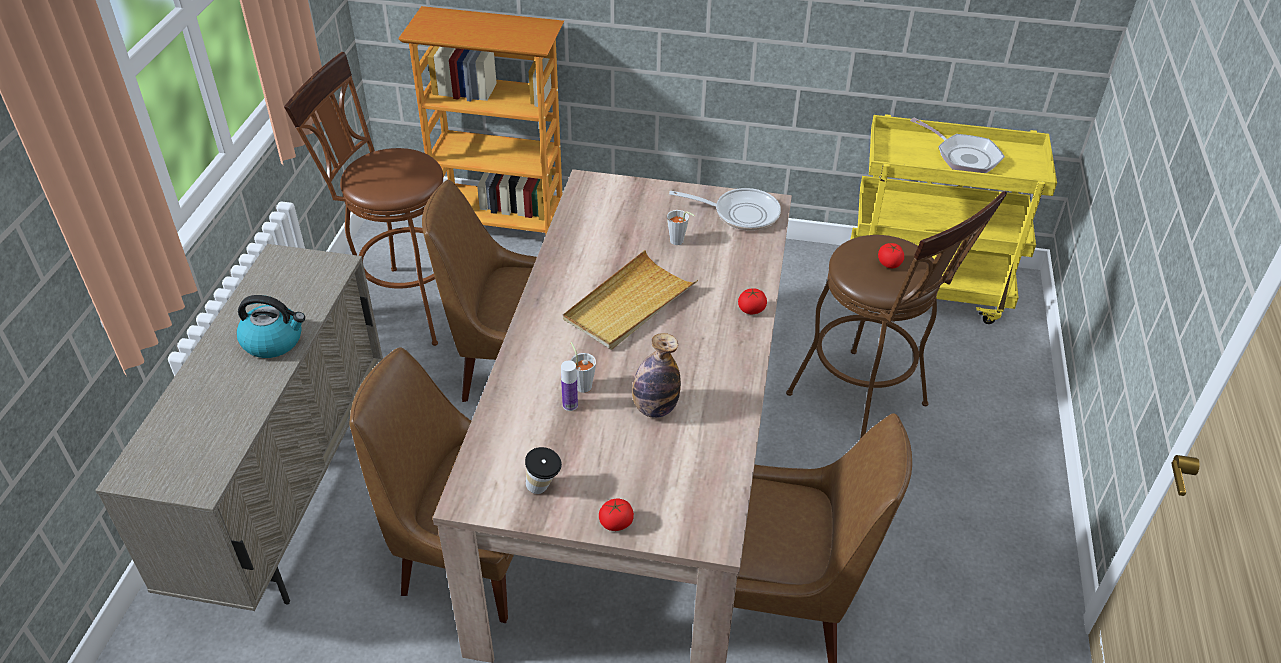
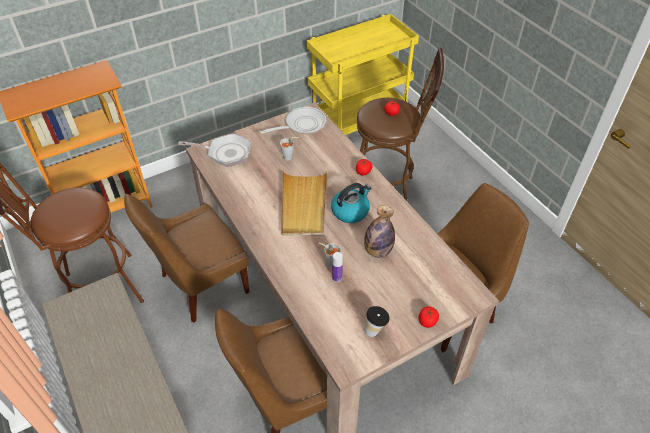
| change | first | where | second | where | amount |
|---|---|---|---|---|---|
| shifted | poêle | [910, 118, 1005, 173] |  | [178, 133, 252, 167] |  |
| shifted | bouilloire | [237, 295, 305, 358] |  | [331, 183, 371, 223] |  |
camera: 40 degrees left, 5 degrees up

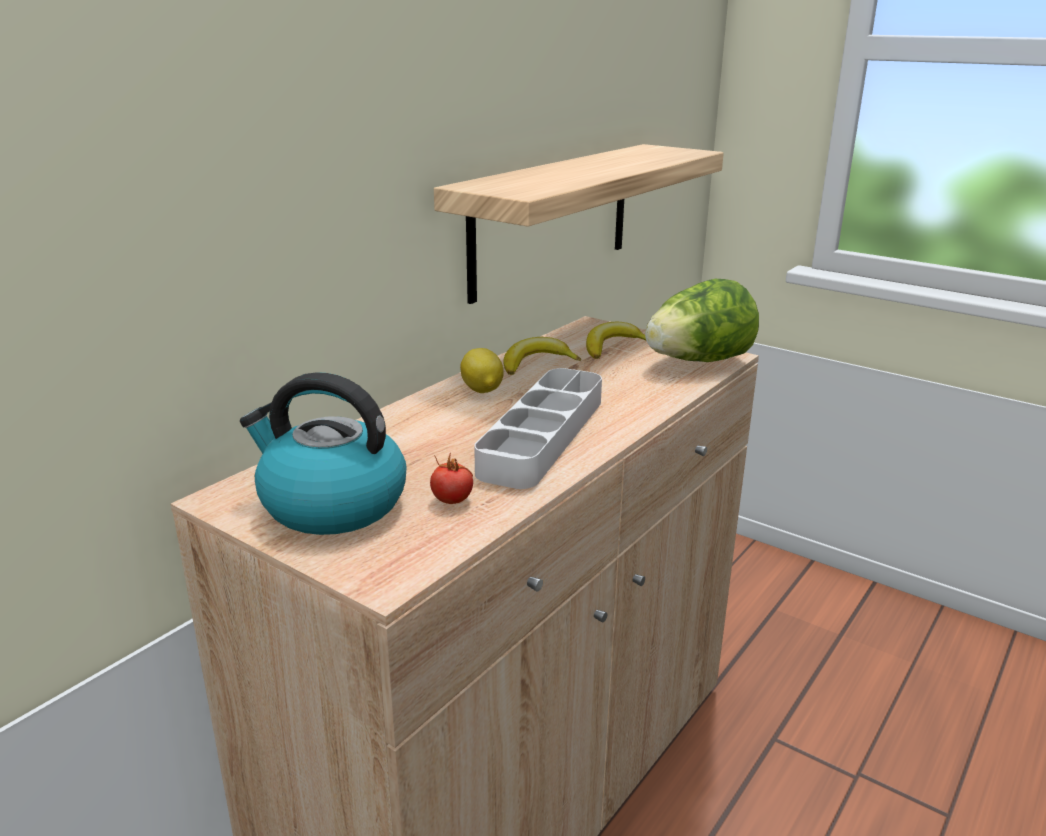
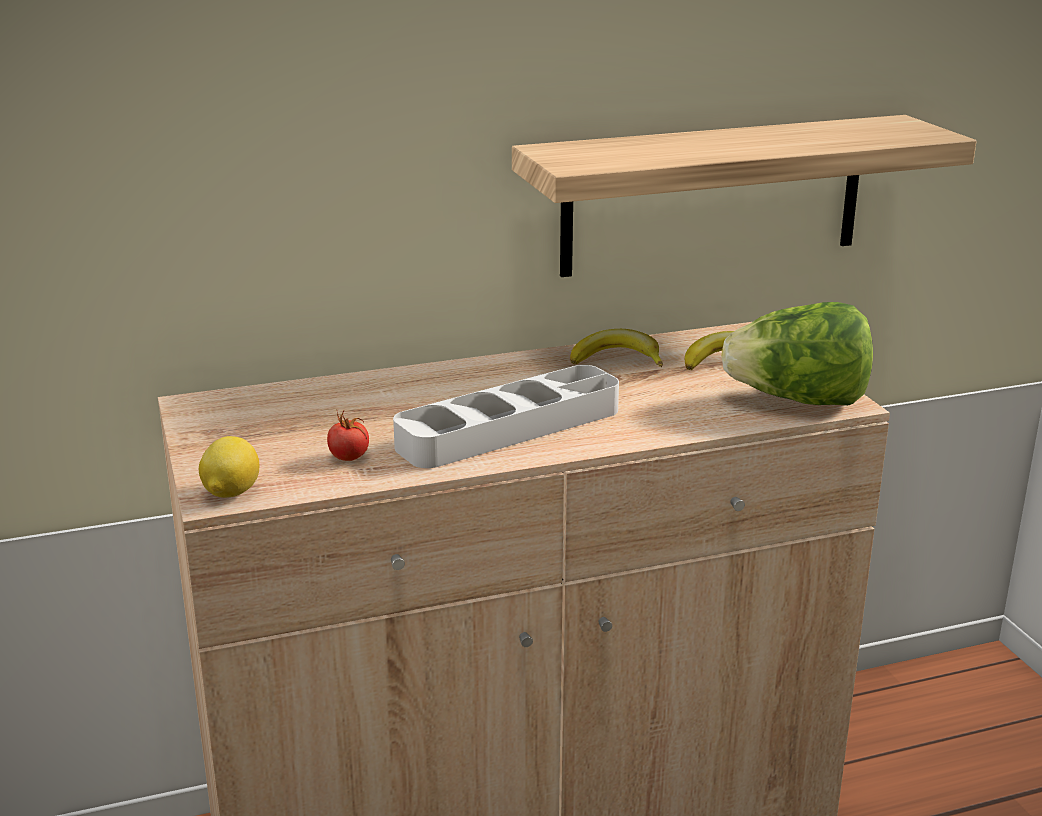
| change | first | where | second | where | amount |
|---|---|---|---|---|---|
| shifted | citron | [460, 348, 504, 393] |  | [199, 436, 259, 498] |  |
| gone | bouilloire | [240, 372, 406, 535] |  |  |  |
camera: 35 degrees right, 0 degrees up

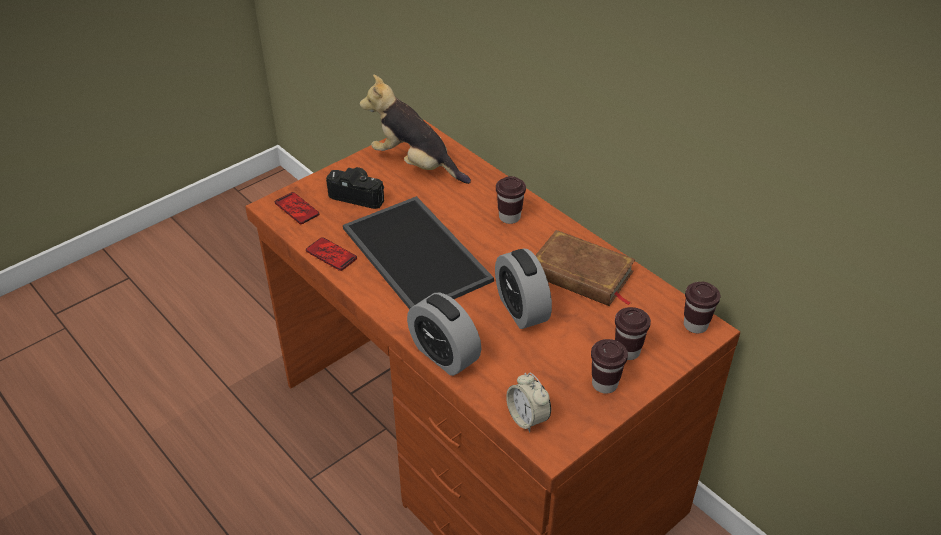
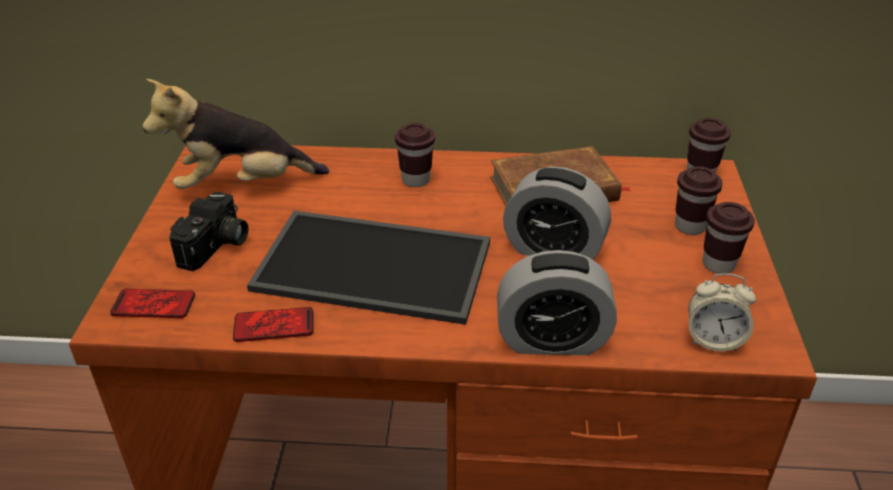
| change | first | where | second | where | amount |
|---|---|---|---|---|---|
| rotated | appareil photo | [326, 167, 384, 209] |  | [170, 192, 248, 271] | 135 degrees clockwise |
camera: 45 degrees left, 5 degrees down

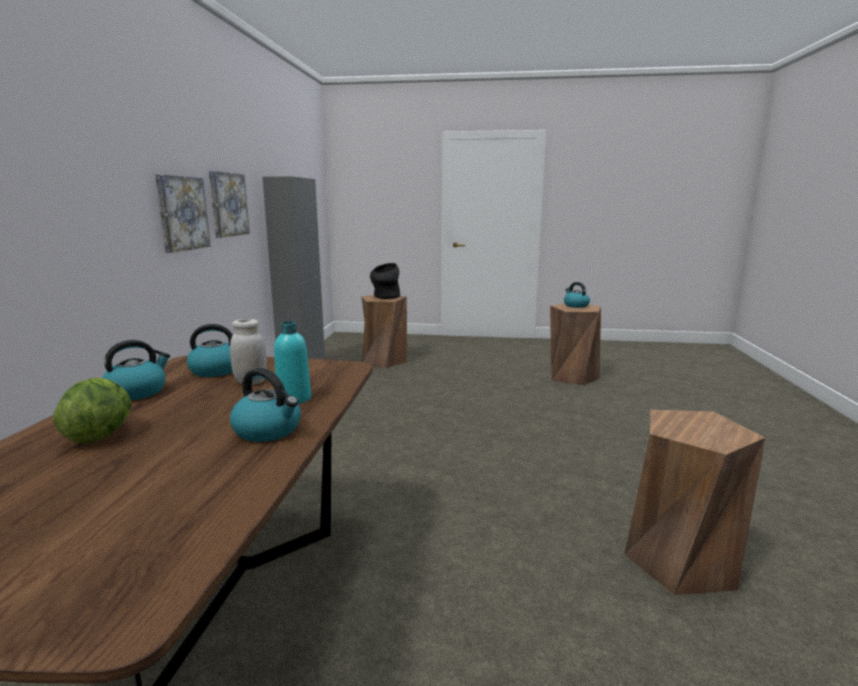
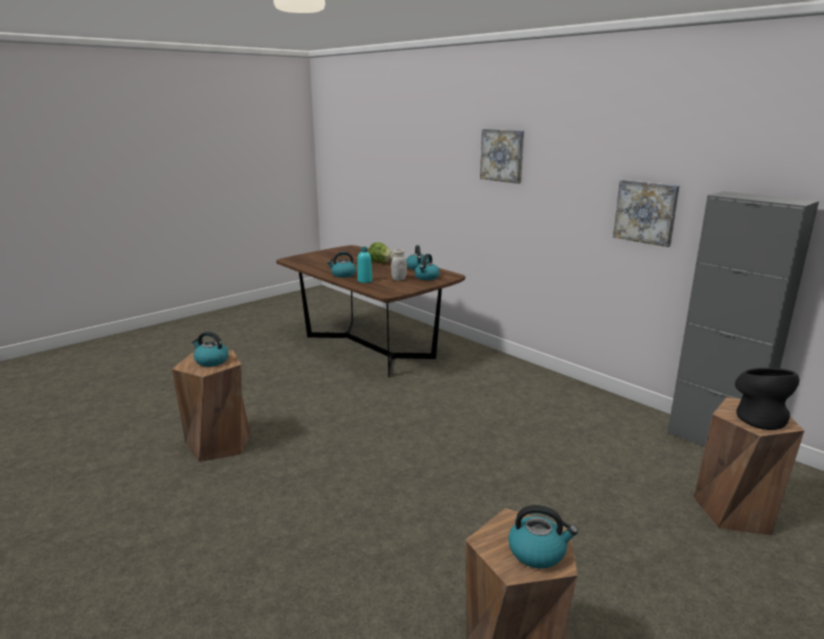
| change | first | where | second | where | amount |
|---|---|---|---|---|---|
| new |  |  | bouilloire | [192, 331, 229, 367] |  |
| shifted | tableau | [155, 175, 211, 253] |  | [480, 129, 524, 184] |  |
camera: 130 degrees right, 5 degrees up

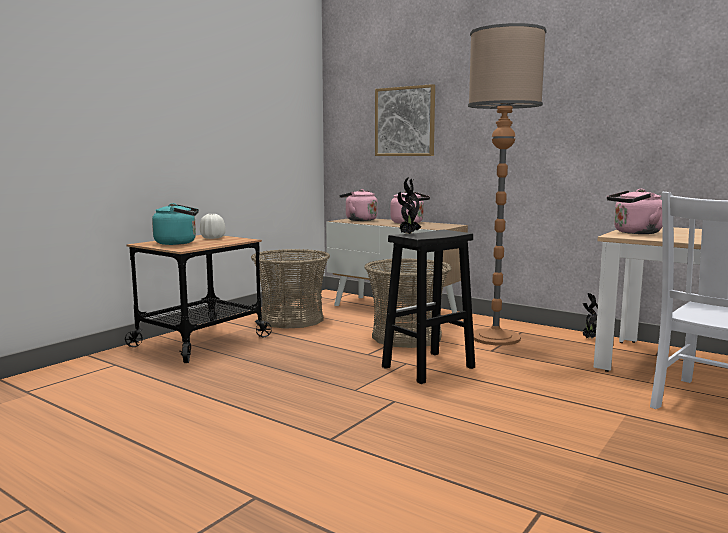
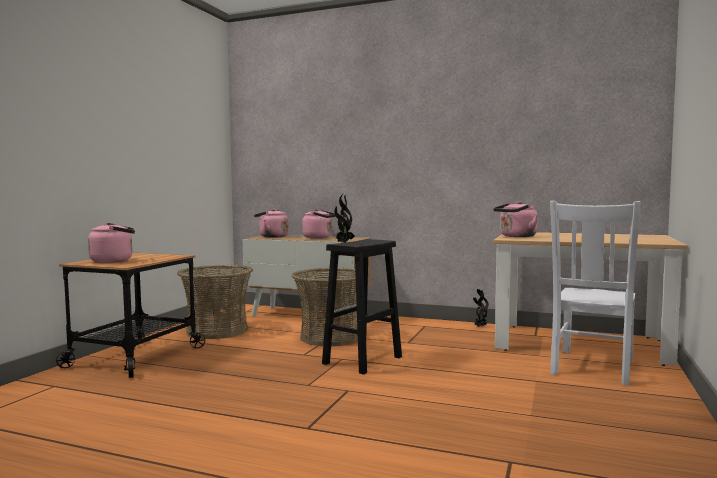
| change | first | where | second | where | amount |
|---|---|---|---|---|---|
| repainted | bouilloire (turquoise) | [152, 203, 199, 245] | bouilloire (rose) | [88, 222, 135, 263] |  |
| gone | vase (blanc) | [200, 214, 226, 239] |  |  |  |
| gone | tableau | [375, 84, 435, 156] |  |  |  |
| gone | lampadaire | [468, 23, 547, 345] |  |  |  |
camera: 15 degrees left, 5 degrees down

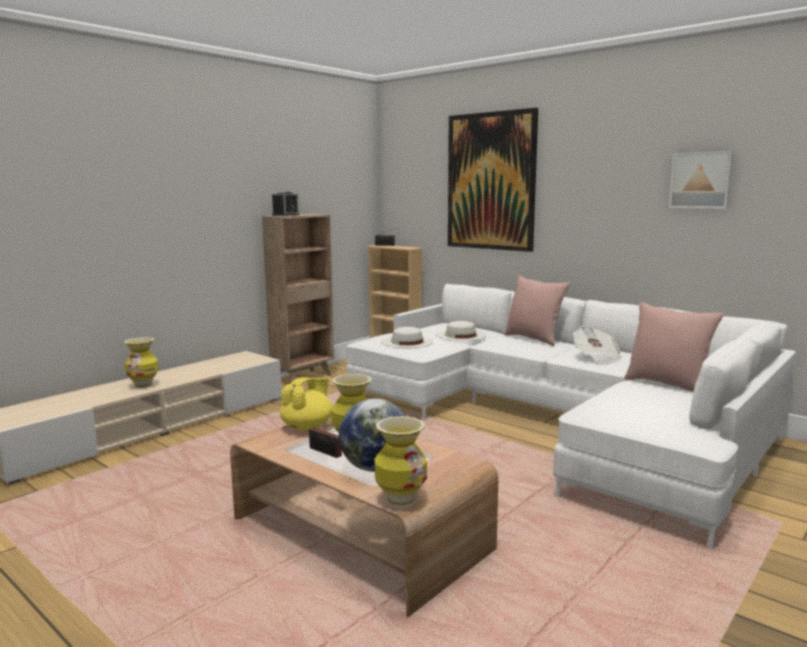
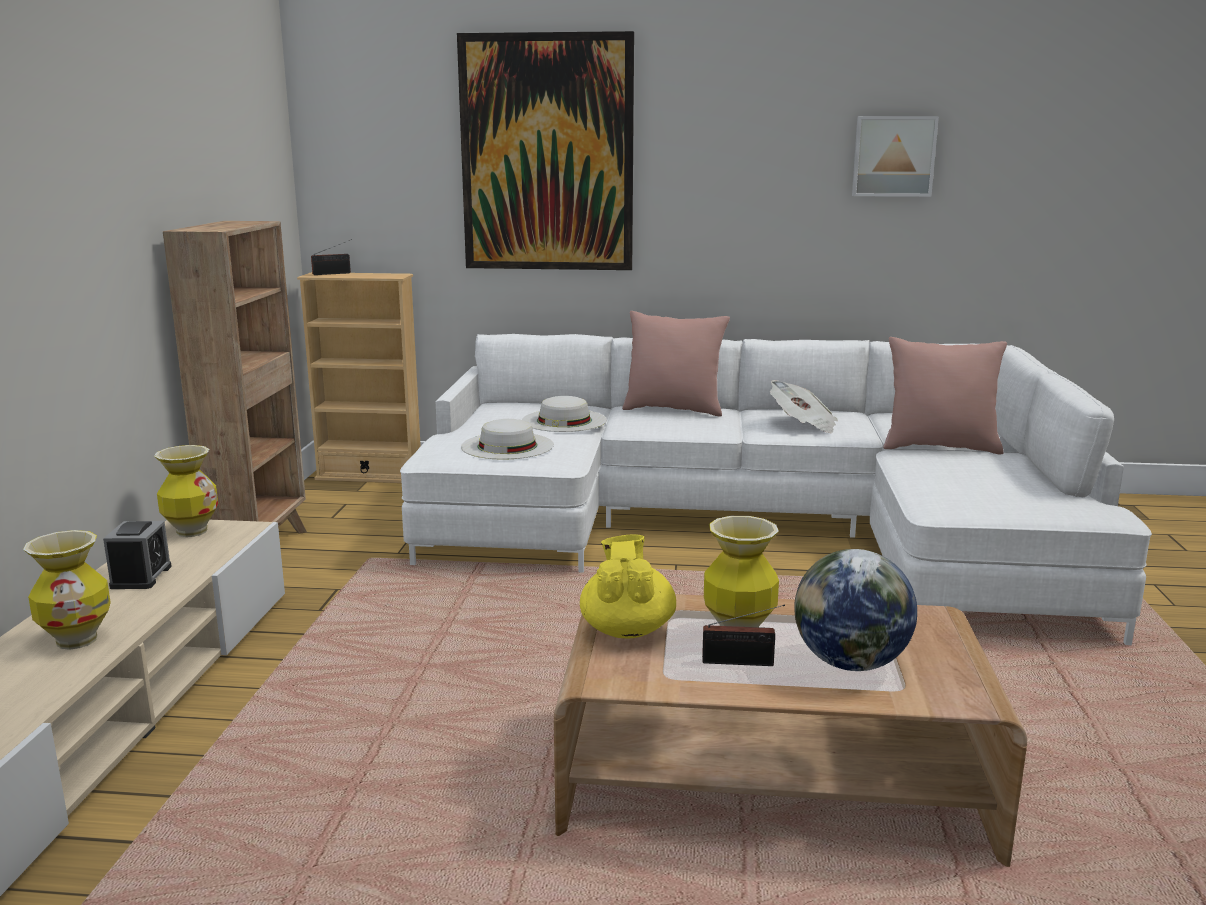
| change | first | where | second | where | amount |
|---|---|---|---|---|---|
| shifted | réveil | [272, 192, 300, 216] |  | [103, 521, 172, 589] |  |
| shifted | vase | [375, 416, 427, 506] |  | [154, 445, 218, 537] |  |
camera: 35 degrees left, 5 degrees up

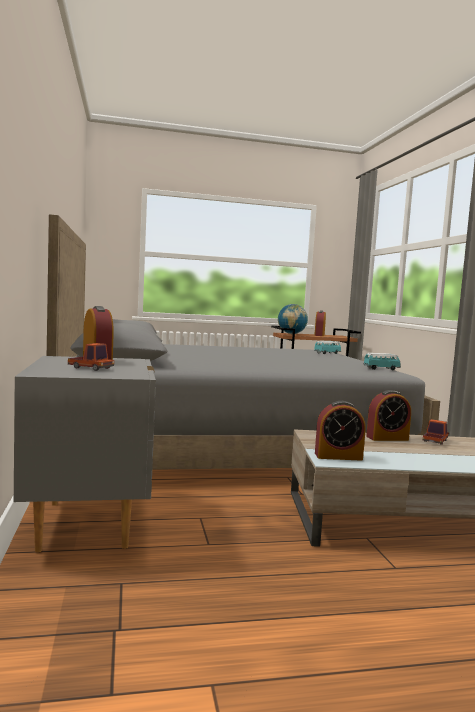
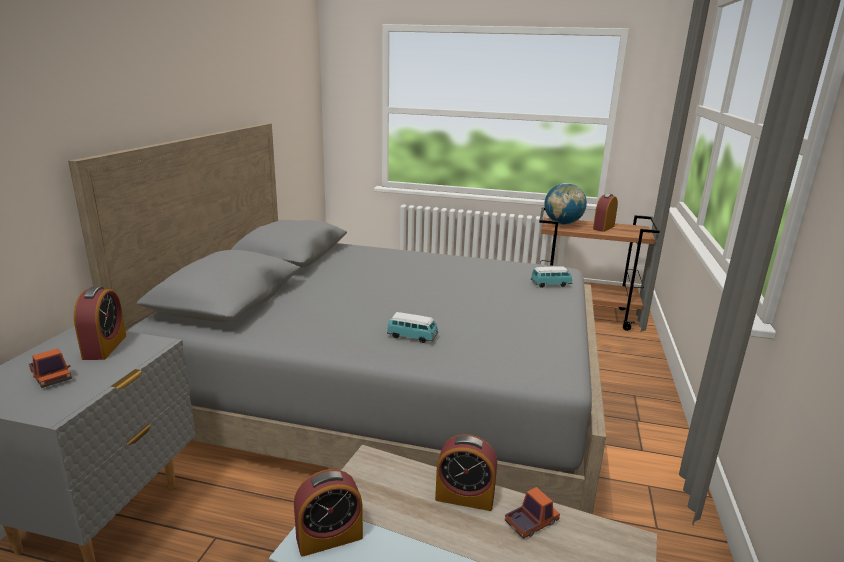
| change | first | where | second | where | amount |
|---|---|---|---|---|---|
| rotated | réveil | [315, 401, 366, 461] |  | [294, 469, 363, 557] | 45 degrees counterclockwise |
| shifted | petite voiture | [363, 353, 401, 370] |  | [387, 312, 438, 343] |  |
camera: 25 degrees right, 15 degrees up

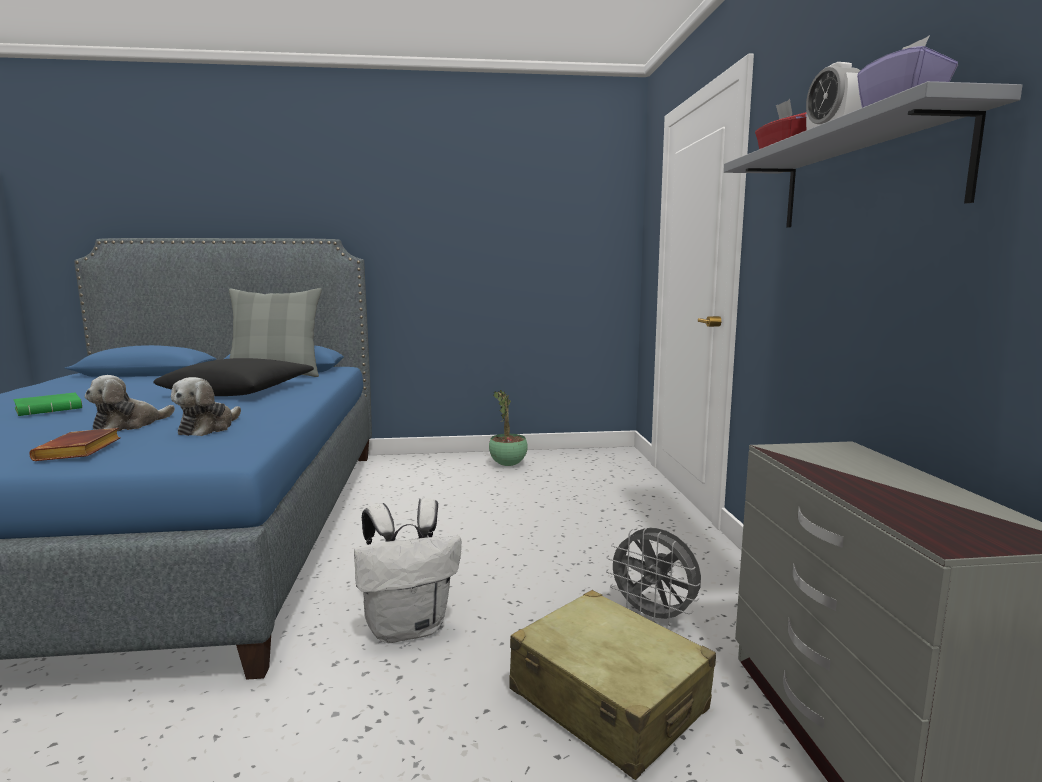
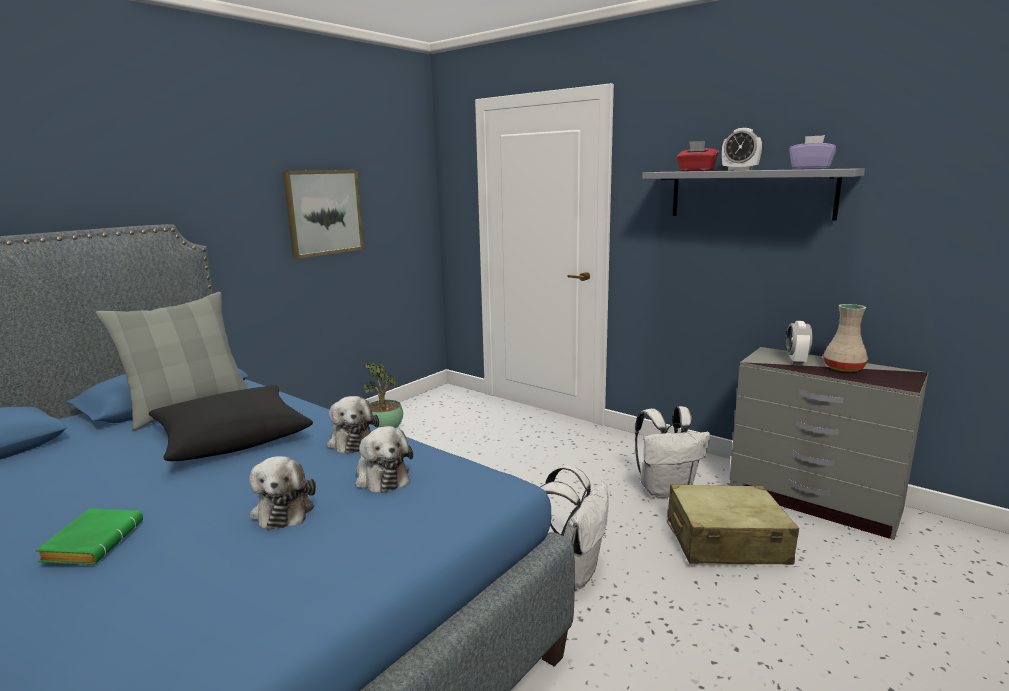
| change | first | where | second | where | amount |
|---|---|---|---|---|---|
| new |  |  | tableau | [283, 170, 364, 259] |  |
| new |  |  | peluche | [327, 396, 379, 454] |  |
| swapped | ventilateur (gris) | [606, 528, 701, 626] | sac à dos (blanc) | [635, 406, 710, 499] |  |
| new |  |  | réveil | [786, 321, 812, 365] |  |
| new |  |  | vase (beige) | [823, 304, 868, 372] |  |
| gone | livre (marron) | [29, 428, 121, 461] |  |  |  |
camera: 45 degrees left, 5 degrees up

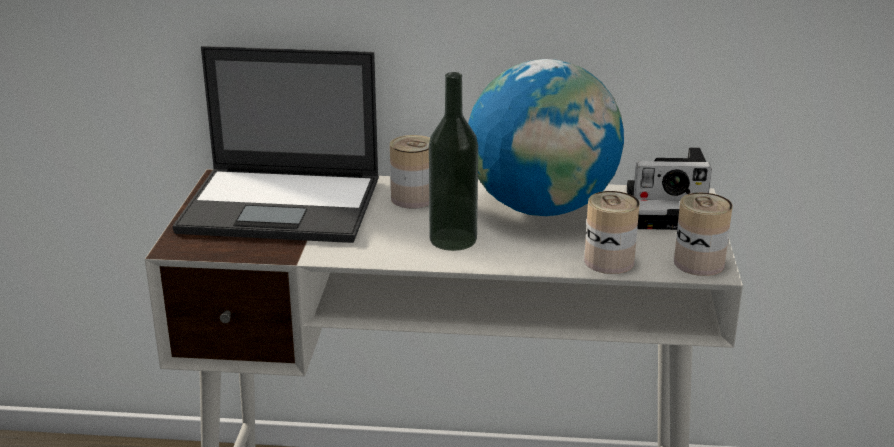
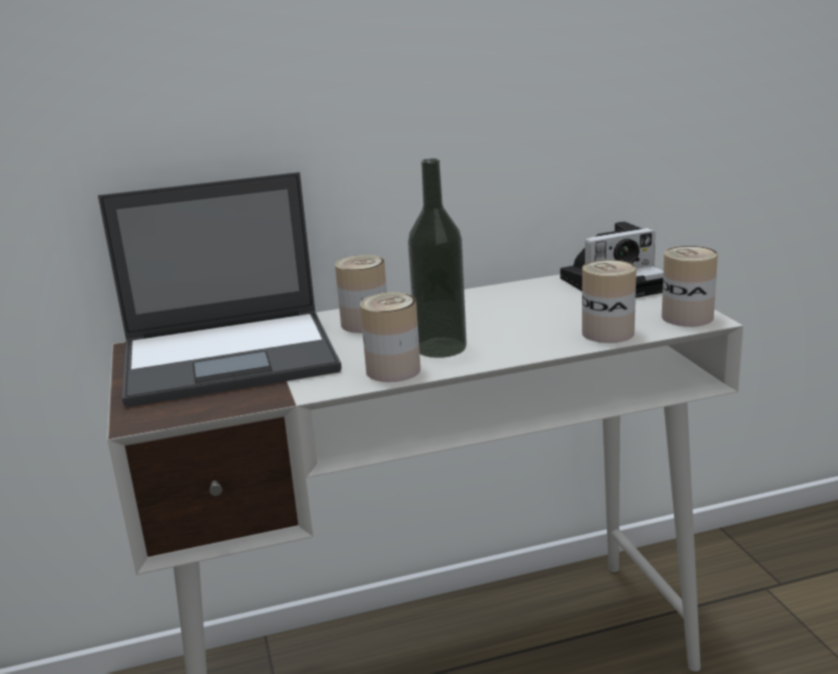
| change | first | where | second | where | amount |
|---|---|---|---|---|---|
| new |  |  | boîte métallique | [360, 293, 421, 382] |  |
| gone | globe | [468, 59, 624, 216] |  |  |  |
camera: 20 degrees left, 5 degrees down

